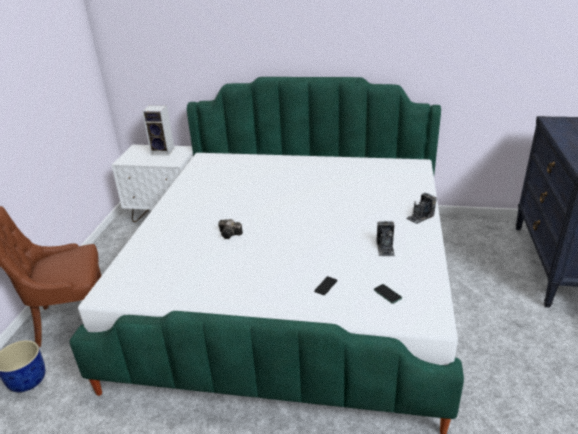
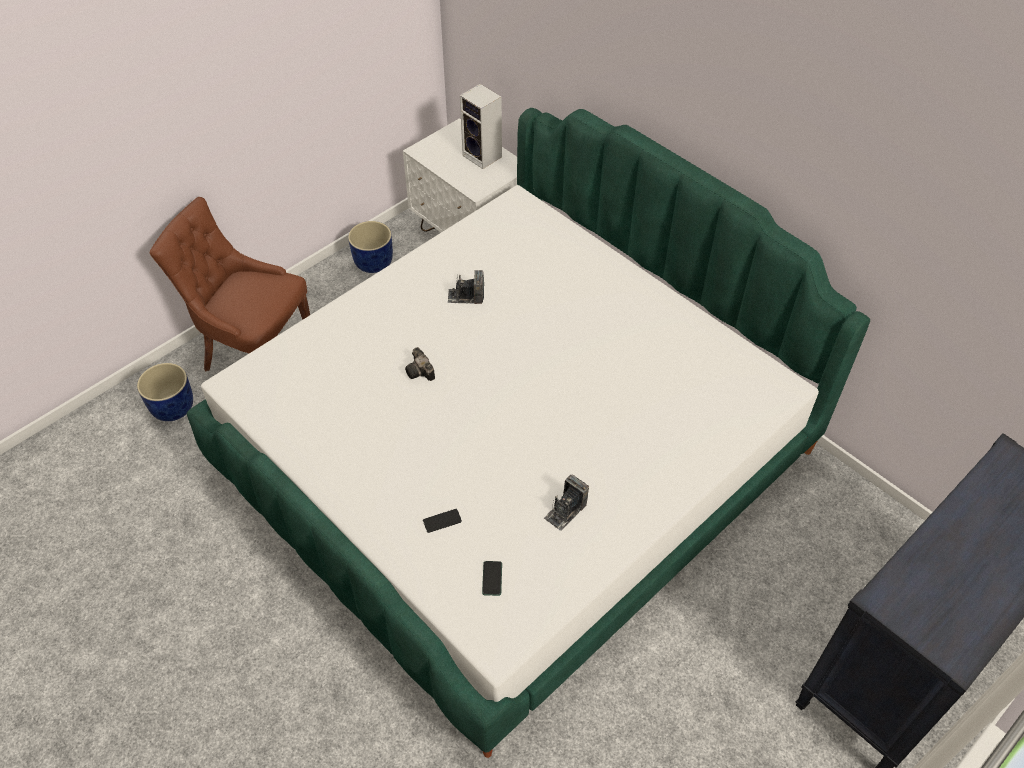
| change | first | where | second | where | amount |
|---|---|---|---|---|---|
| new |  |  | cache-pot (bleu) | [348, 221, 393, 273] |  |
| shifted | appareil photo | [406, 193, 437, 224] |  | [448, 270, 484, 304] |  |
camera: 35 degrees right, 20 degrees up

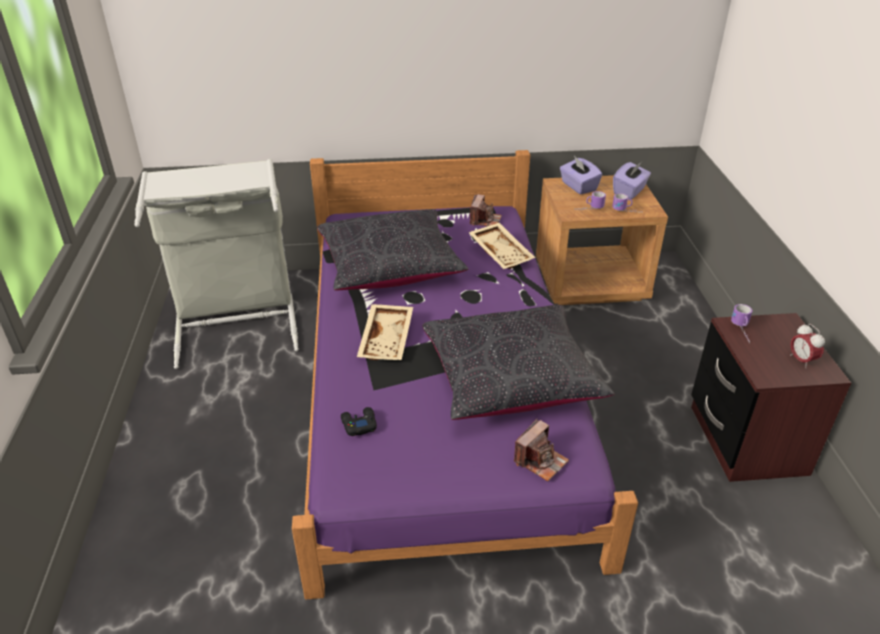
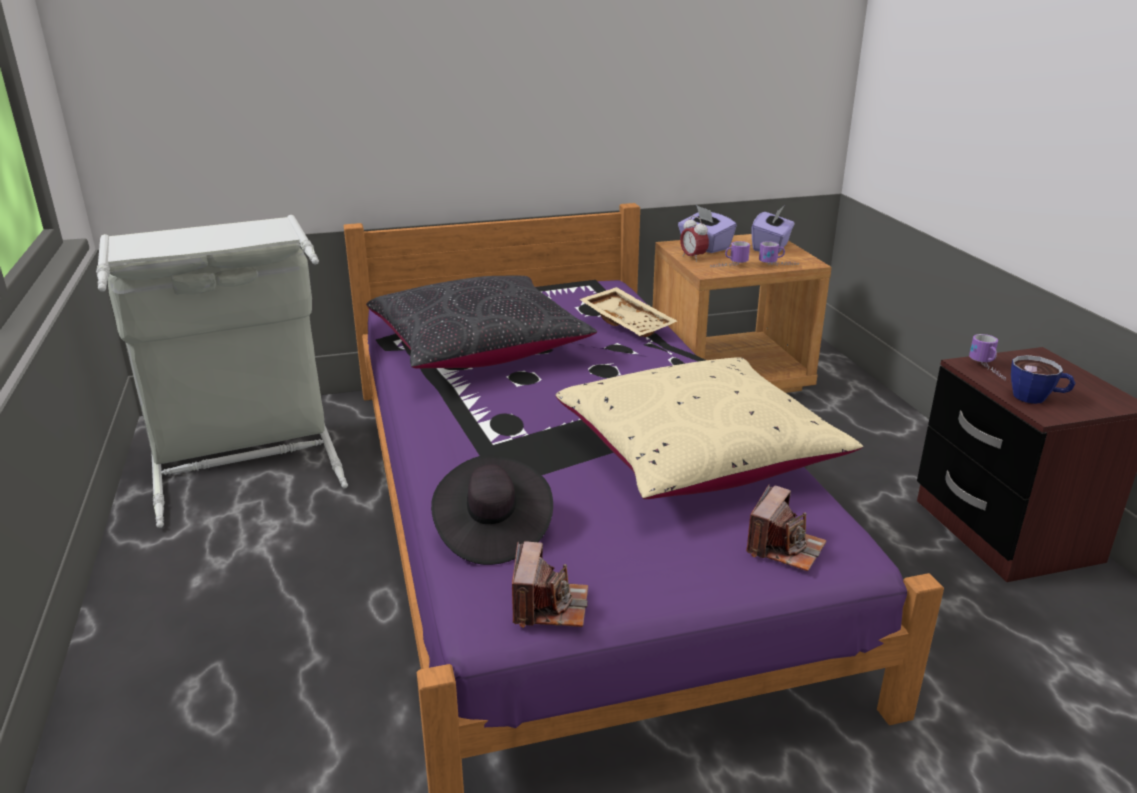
| change | first | where | second | where | amount |
|---|---|---|---|---|---|
| swapped | manette (noir) | [341, 407, 377, 436] | chapeau (noir) | [431, 455, 553, 565] |  |
| shifted | appareil photo | [470, 194, 502, 226] |  | [512, 541, 588, 628] |  |
| repainted | coussin (noir) | [422, 305, 614, 420] | coussin (beige) | [555, 357, 863, 499] |  |
| shifted | réveil | [790, 324, 825, 368] |  | [680, 216, 709, 262] |  |
| new |  |  | tasse | [1011, 355, 1076, 404] |  |
| gone | plateau (beige) | [357, 304, 413, 360] |  |  |  |
camera: 10 degrees left, 10 degrees down

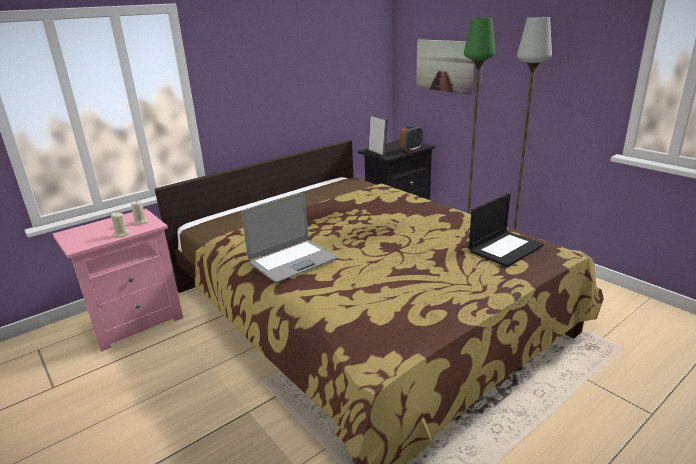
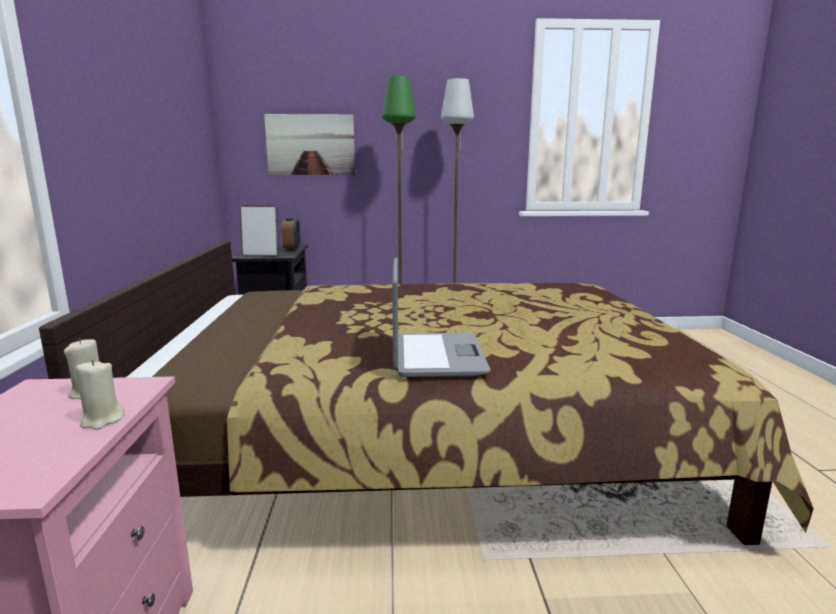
| change | first | where | second | where | amount |
|---|---|---|---|---|---|
| gone | ordinateur portable | [469, 193, 544, 267] |  |  |  |
camera: 55 degrees left, 10 degrees down

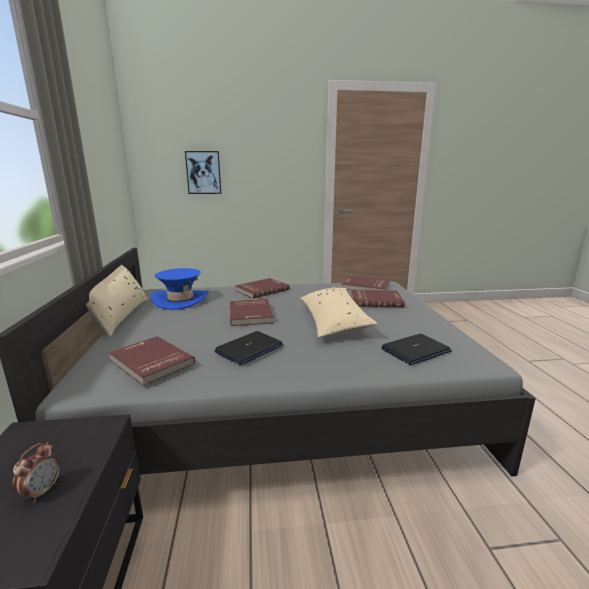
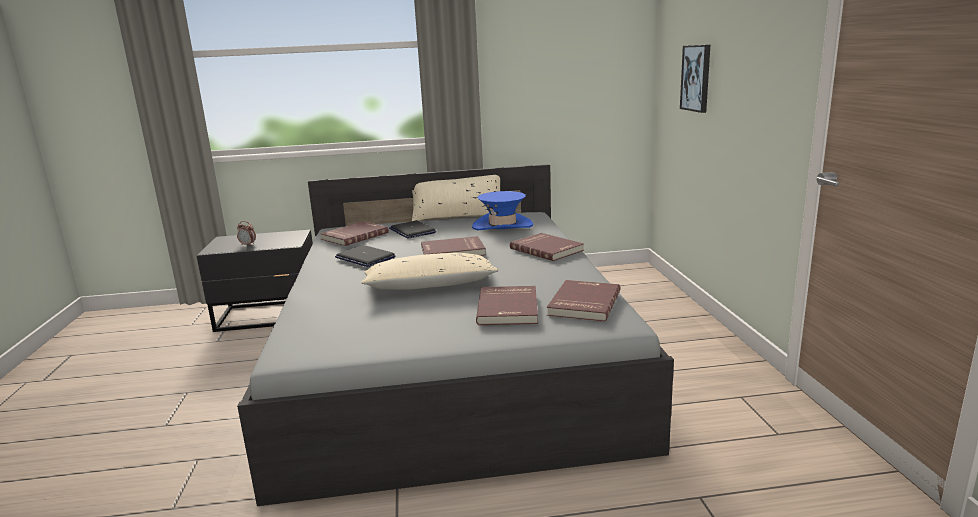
| change | first | where | second | where | amount |
|---|---|---|---|---|---|
| shifted | ordinateur portable | [381, 334, 452, 365] |  | [389, 220, 436, 239] |  |
camera: 90 degrees right, 0 degrees up

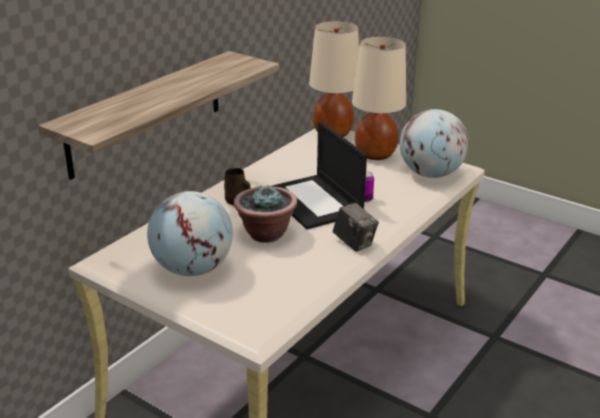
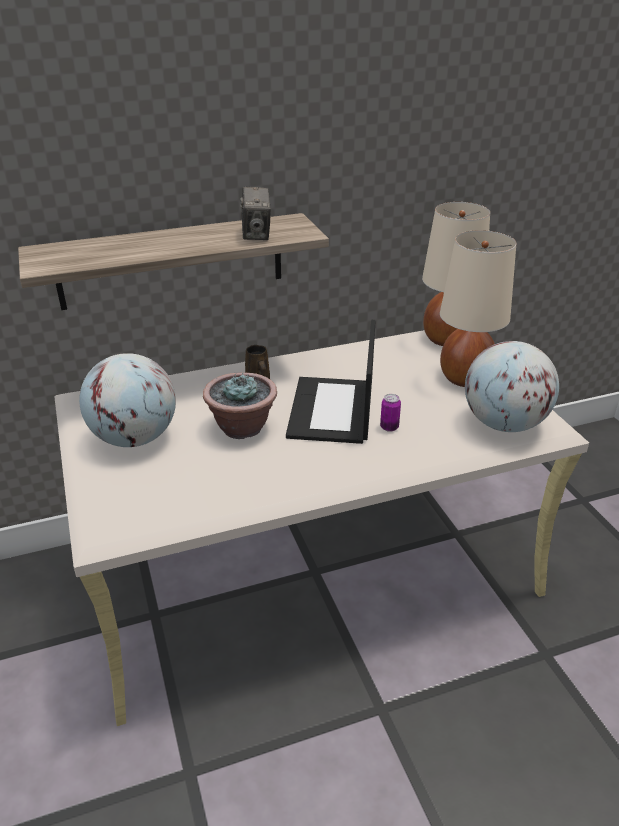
| change | first | where | second | where | amount |
|---|---|---|---|---|---|
| shifted | appareil photo | [333, 203, 379, 252] |  | [240, 187, 271, 240] |  |
camera: 35 degrees right, 5 degrees up

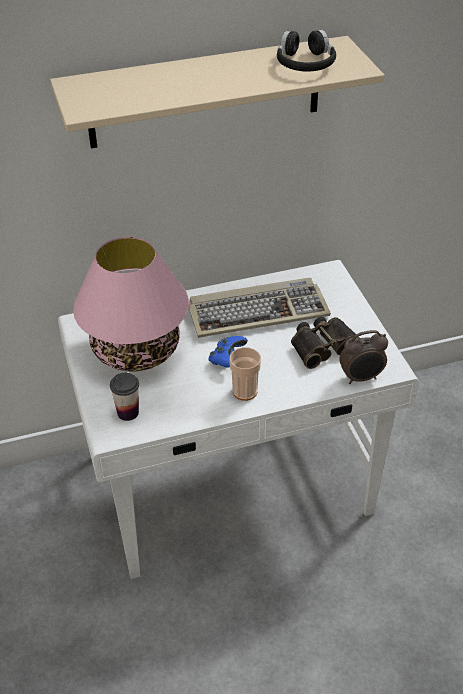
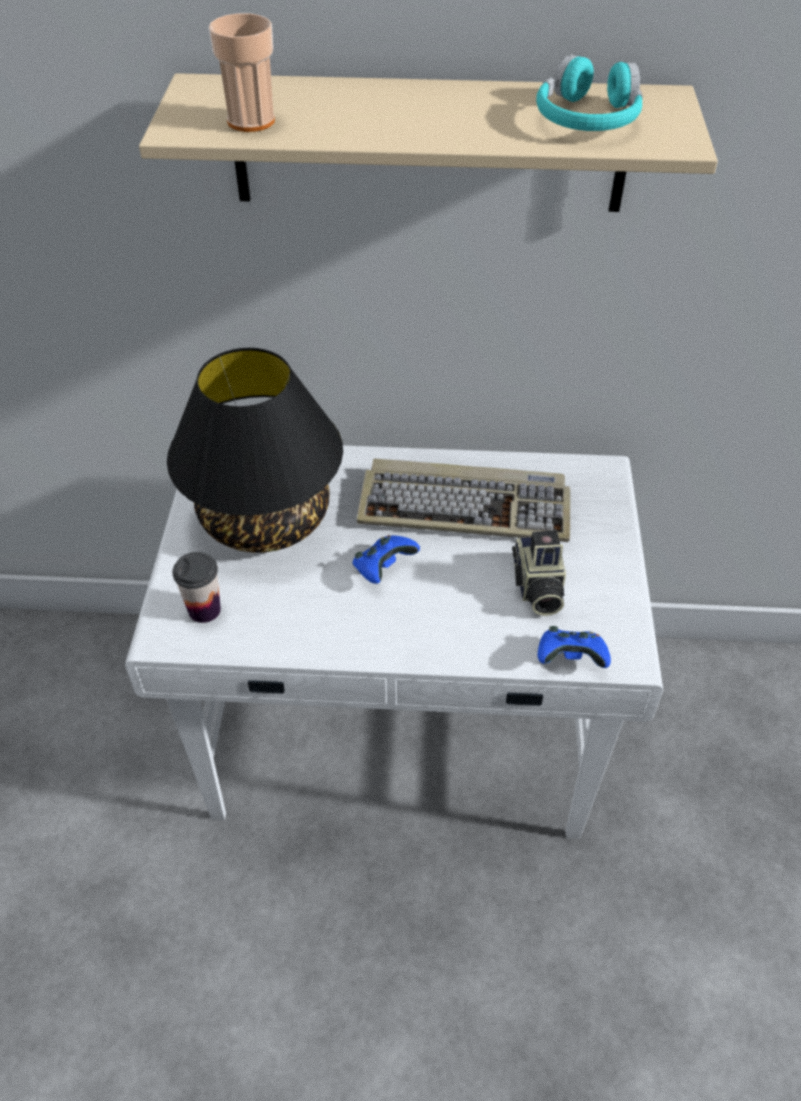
| change | first | where | second | where | amount |
|---|---|---|---|---|---|
| repainted | lampe de table (rose) | [73, 237, 189, 371] | lampe de table (noir) | [167, 348, 343, 553] |  |
| shifted | tasse | [229, 347, 261, 401] |  | [209, 13, 275, 132] |  |
| swapped | jumelles | [291, 317, 360, 369] | appareil photo | [512, 531, 566, 616] |  |
| repainted | casque audio (noir) | [277, 30, 336, 71] | casque audio (turquoise) | [536, 54, 643, 131] |  |
| swapped | réveil | [339, 330, 388, 384] | manette (bleu) | [538, 626, 611, 668] |  |
camera: 20 degrees right, 5 degrees up

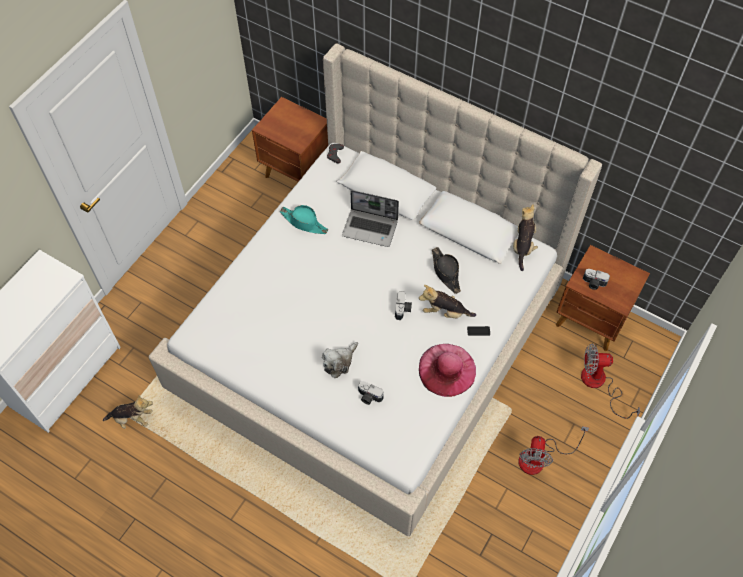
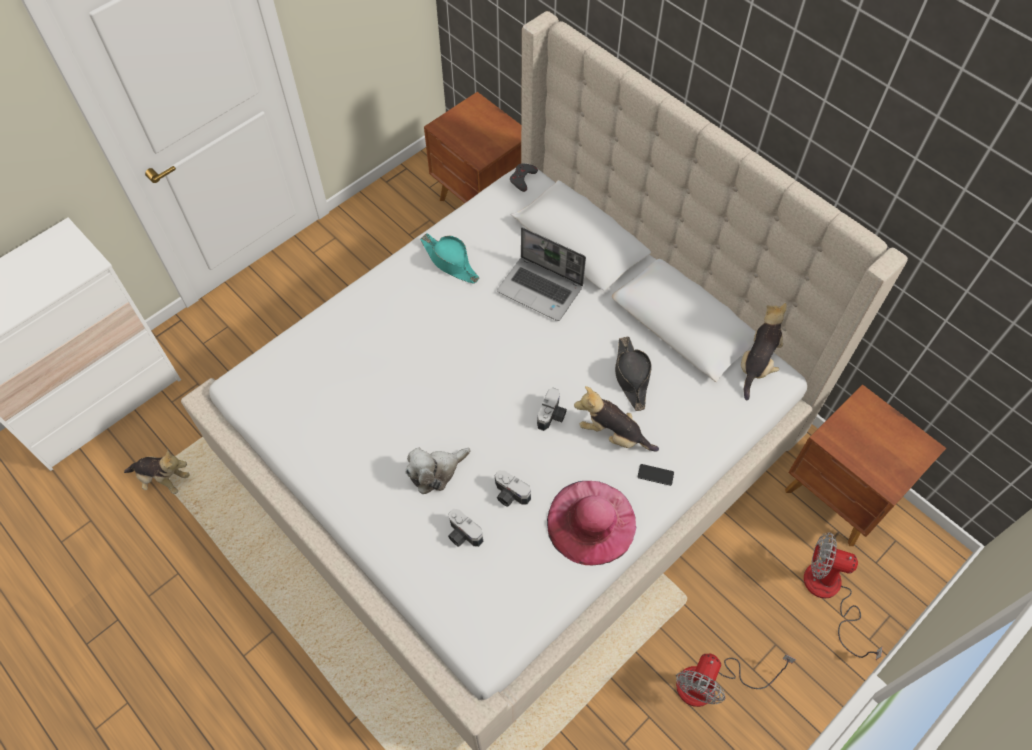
| change | first | where | second | where | amount |
|---|---|---|---|---|---|
| shifted | appareil photo | [583, 269, 610, 290] |  | [495, 470, 531, 507] |  |
camera: 15 degrees right, 0 degrees up

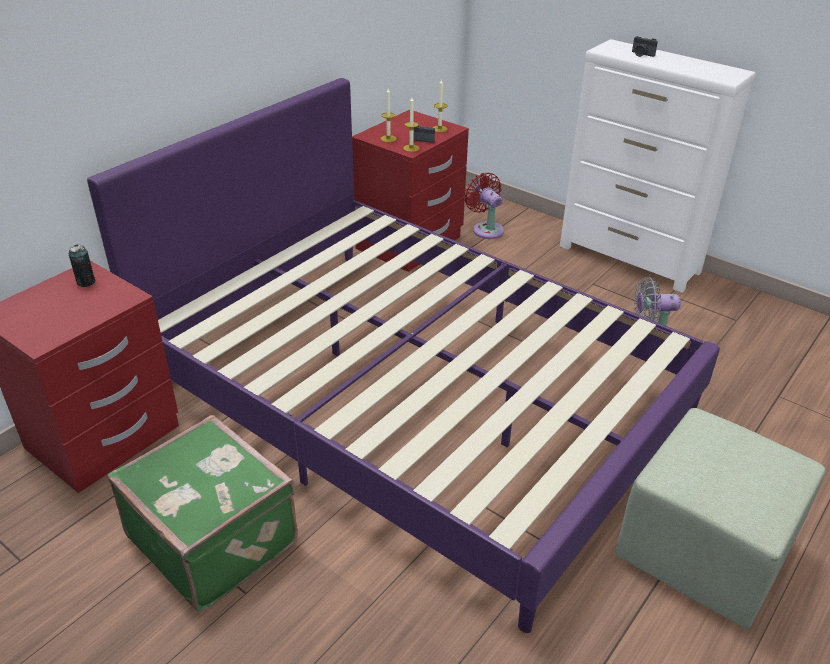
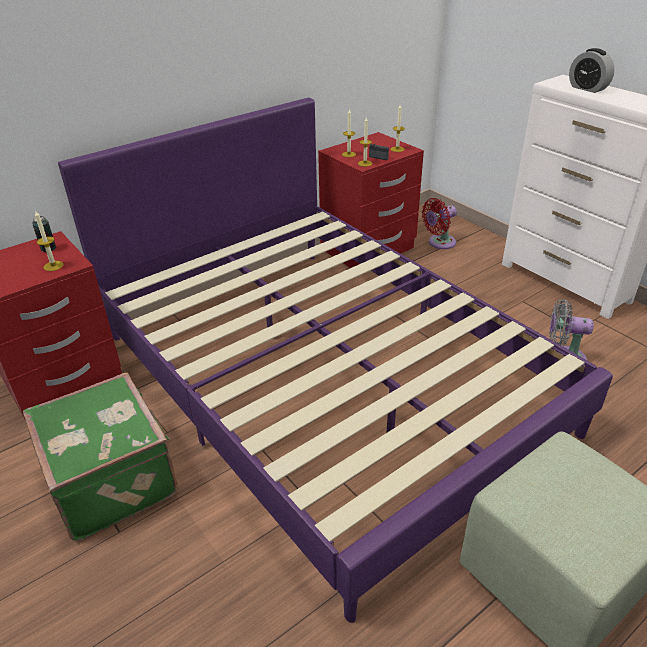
| change | first | where | second | where | amount |
|---|---|---|---|---|---|
| new |  |  | bougie | [35, 210, 63, 271] |  |
| rotated | ventilateur (rouge) | [465, 173, 504, 239] |  | [422, 198, 457, 249] | 105 degrees counterclockwise |
| swapped | appareil photo | [632, 36, 658, 57] | réveil | [569, 48, 614, 93] |  |
camera: 15 degrees right, 0 degrees up

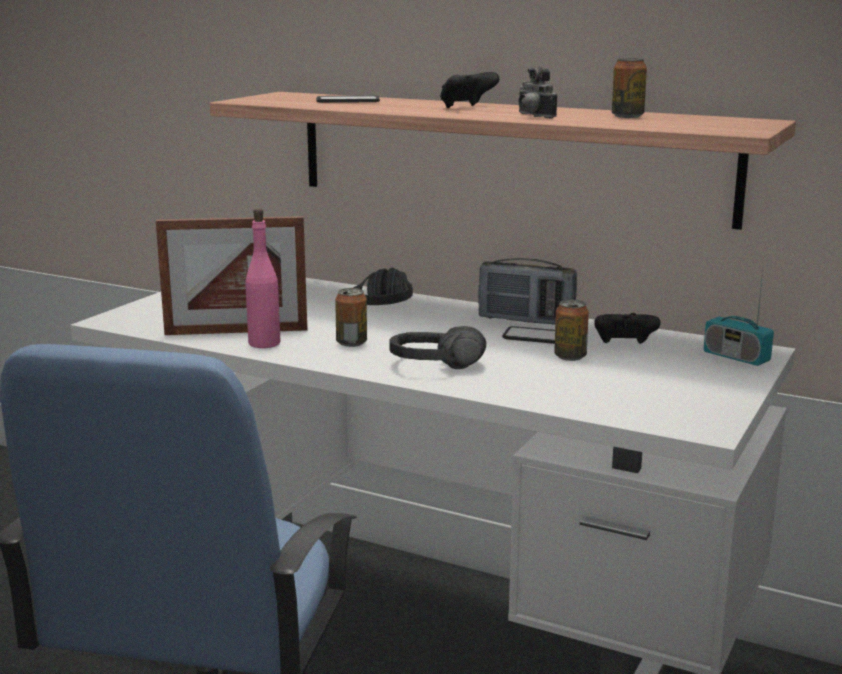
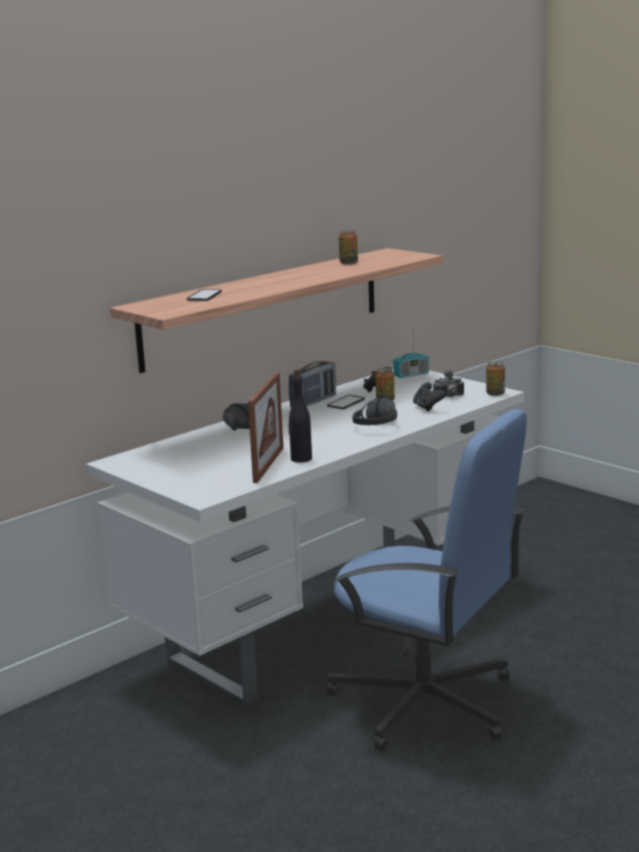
| change | first | where | second | where | amount |
|---|---|---|---|---|---|
| repainted | bouteille (rose) | [245, 209, 281, 348] | bouteille (noir) | [288, 369, 312, 463] |  |
| shifted | manette (noir) | [440, 72, 500, 108] |  | [413, 383, 446, 412] |  |
| shifted | appareil photo | [518, 66, 557, 118] |  | [433, 369, 465, 397] |  |
| shifted | boîte métallique | [335, 288, 367, 347] |  | [486, 361, 505, 396] |  |
camera: 70 degrees left, 0 degrees up

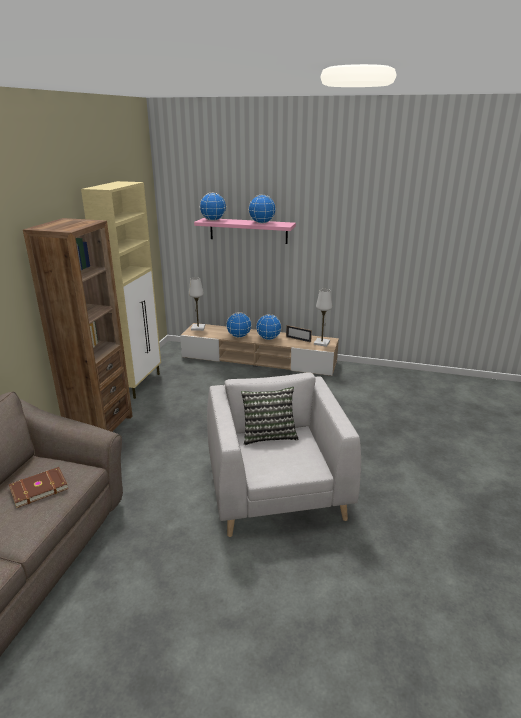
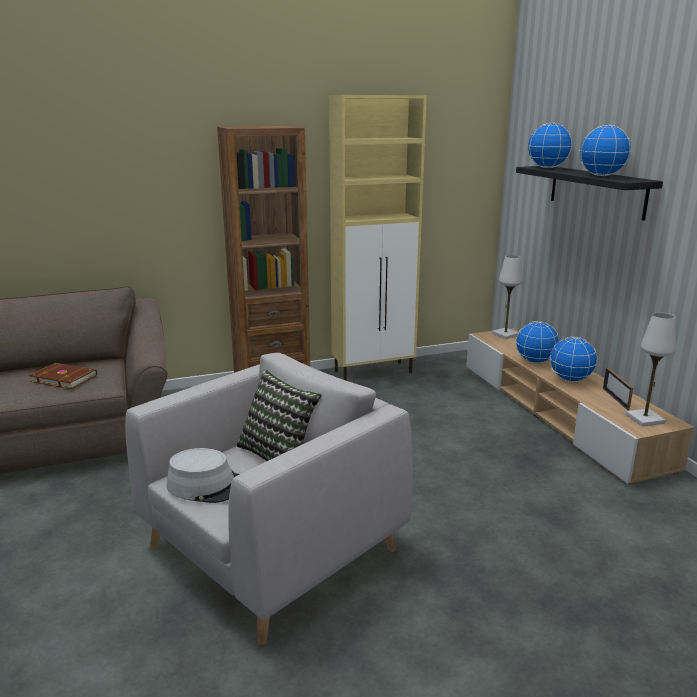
| change | first | where | second | where | amount |
|---|---|---|---|---|---|
| new |  |  | chapeau (gris) | [166, 448, 240, 503] |  |
| repainted | étagère (rose) | [194, 218, 296, 244] | étagère (noir) | [516, 166, 663, 221] |  |
camera: 55 degrees right, 5 degrees down

